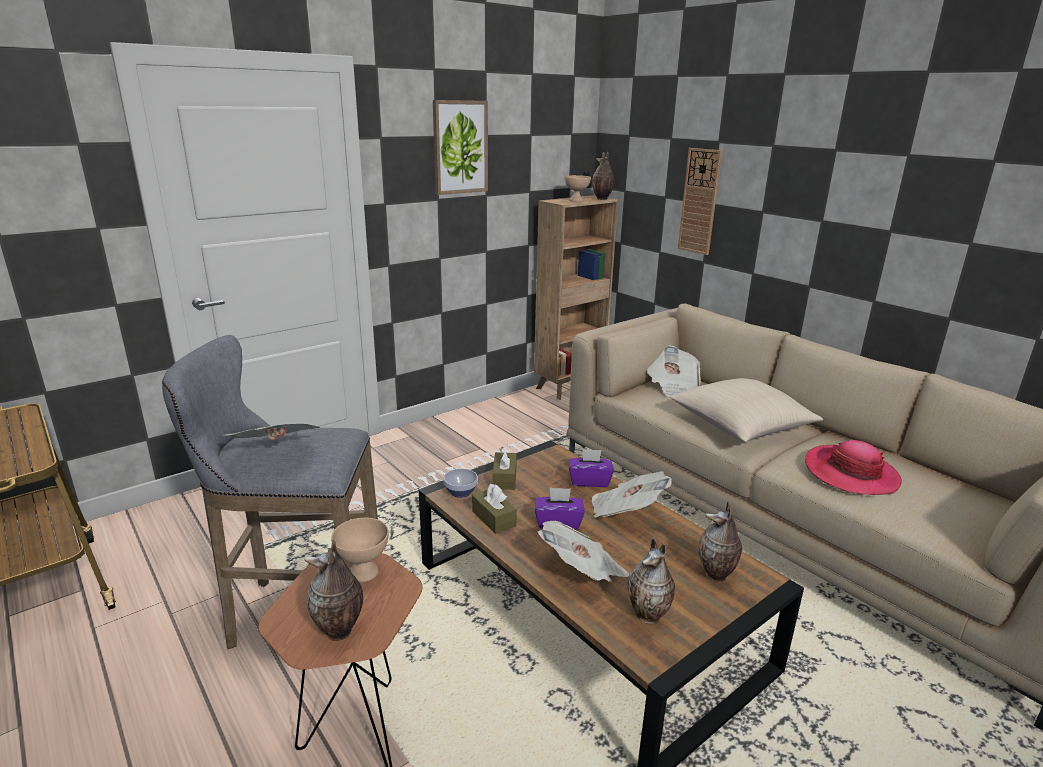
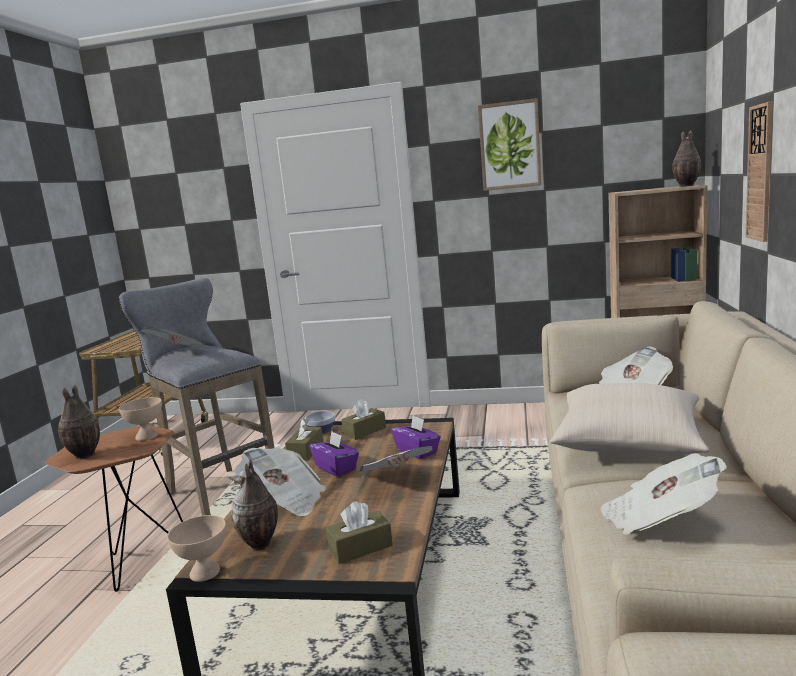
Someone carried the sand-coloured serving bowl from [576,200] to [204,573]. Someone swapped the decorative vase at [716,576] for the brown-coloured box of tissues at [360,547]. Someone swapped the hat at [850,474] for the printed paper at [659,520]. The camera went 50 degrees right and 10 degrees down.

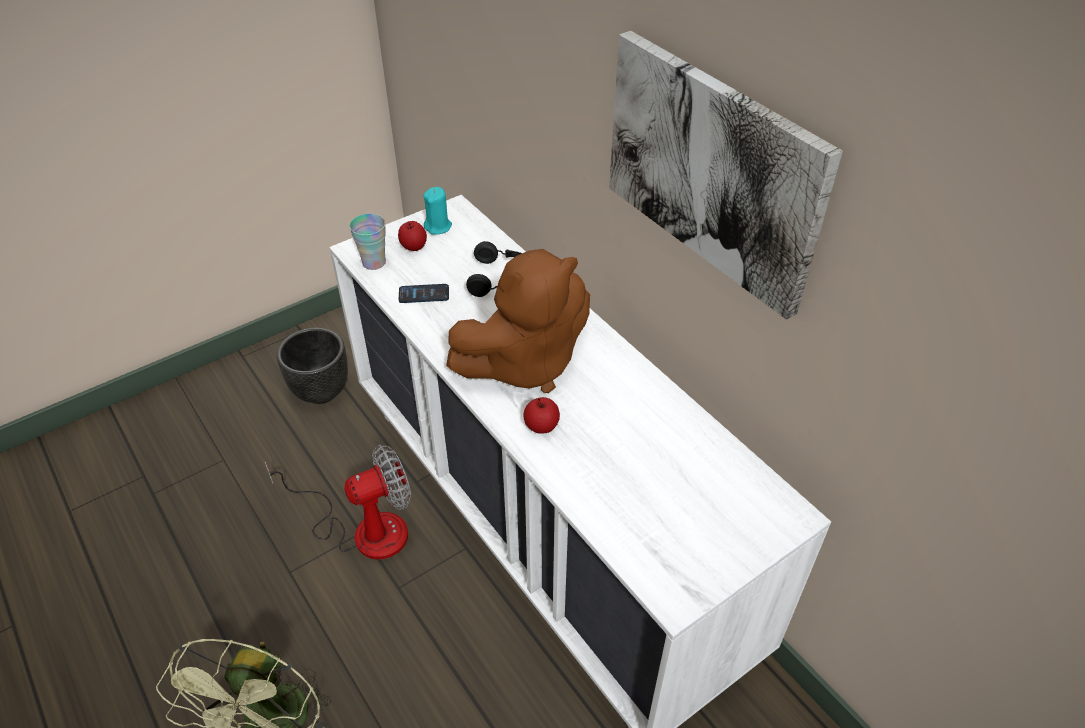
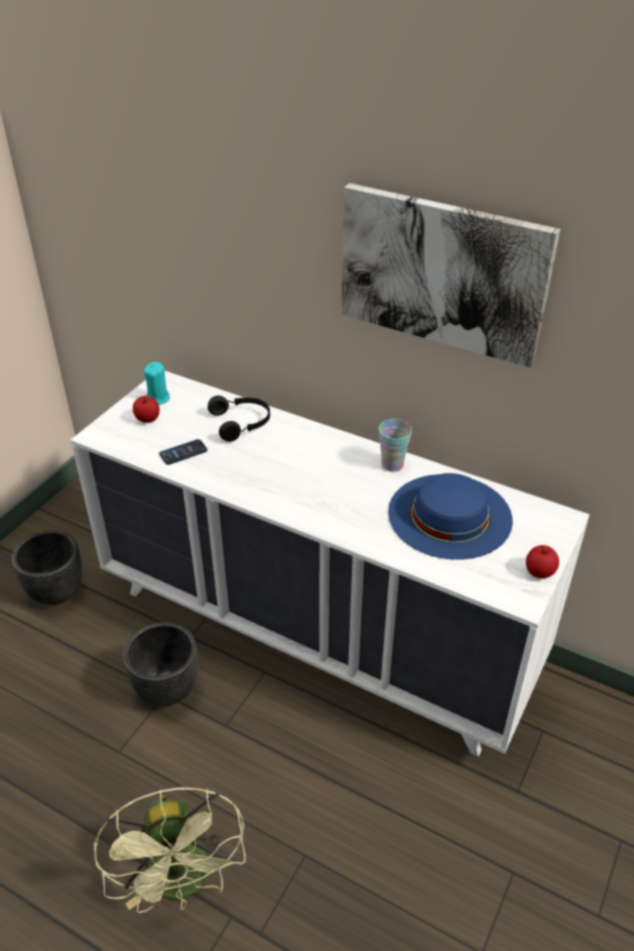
Someone swapped the fan at [364,529] for the blackish flower pot at [166,690]. Someone carried the small cup from [374,262] to [392,464]. Someone put down the bluish hat at [449,515]. Someone carried the apple fruit from [541,426] to [539,572]. Someone took away the brown-coloured soft toy at [525,363]. The camera went 25 degrees left and 5 degrees down.

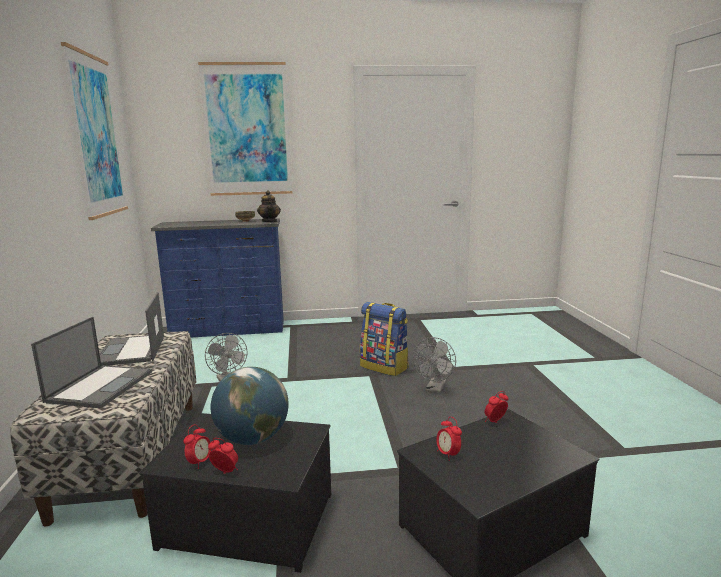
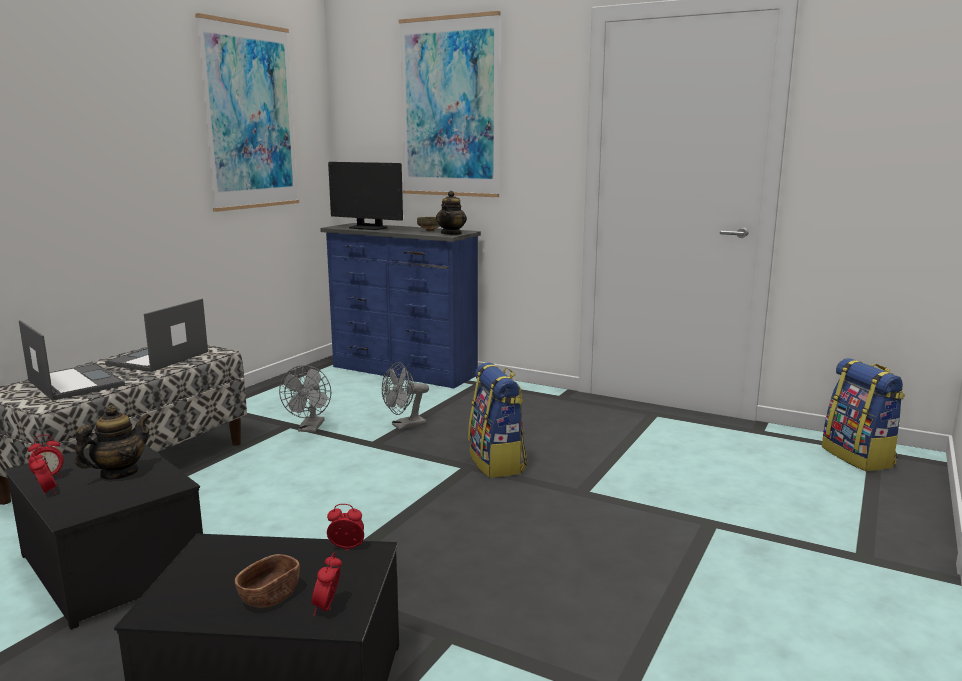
Someone rotated the notebook computer at [101,386] by 90 degrees counterclockwise. Someone swapped the desk globe at [252,439] for the pot for tea at [118,473]. Someone put down the brown-coloured serving bowl at [270,596]. Someone carried the table clock from [448,454] to [328,608]. Someone put down the computer display at [368,228]. Someone carried the greyish fan from [435,389] to [404,426]. Someone put down the rucksack at [859,457]. The camera went 35 degrees right and 0 degrees up.

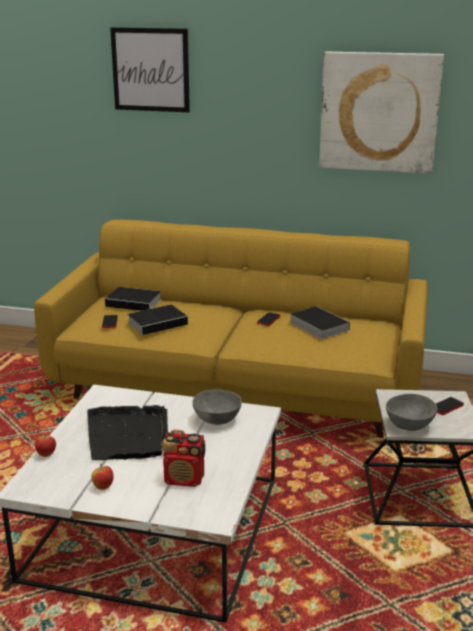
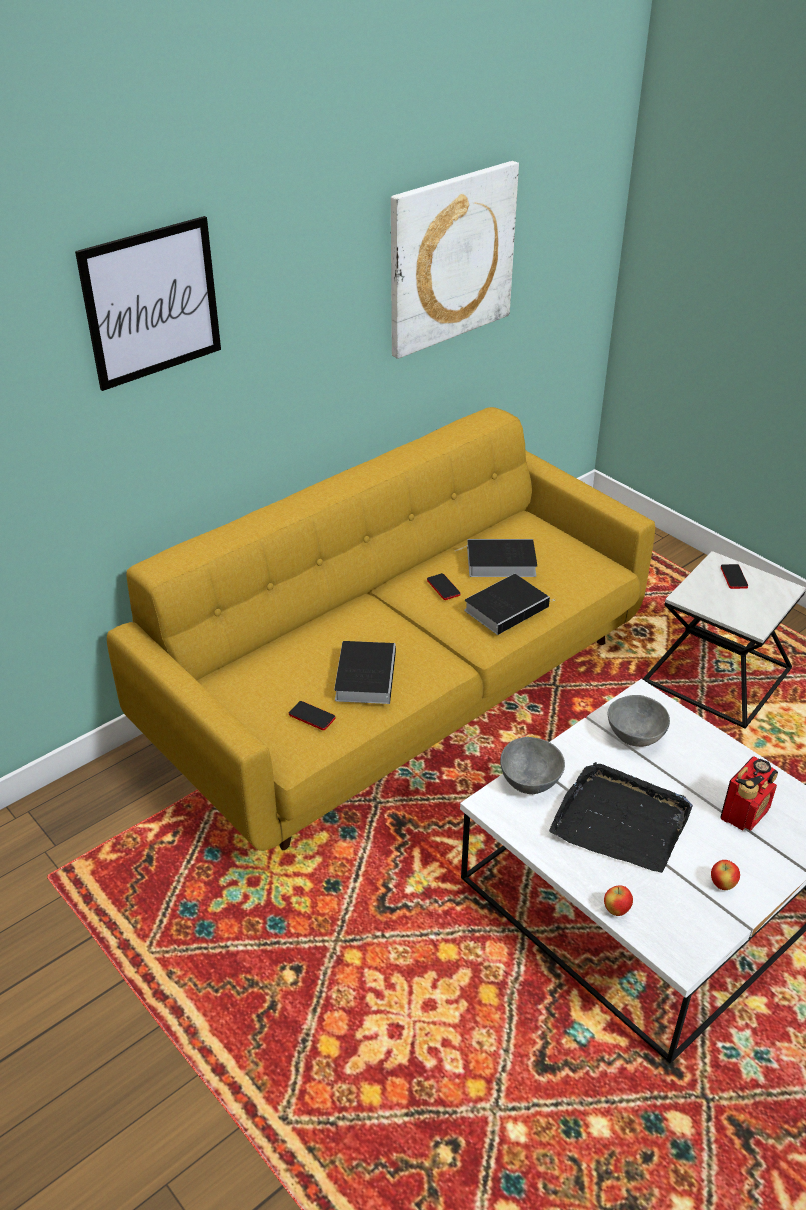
Someone carried the book from [135,303] to [507,607]. Someone carried the greyish serving bowl from [410,426] to [530,780]. The camera went 55 degrees left and 15 degrees up.

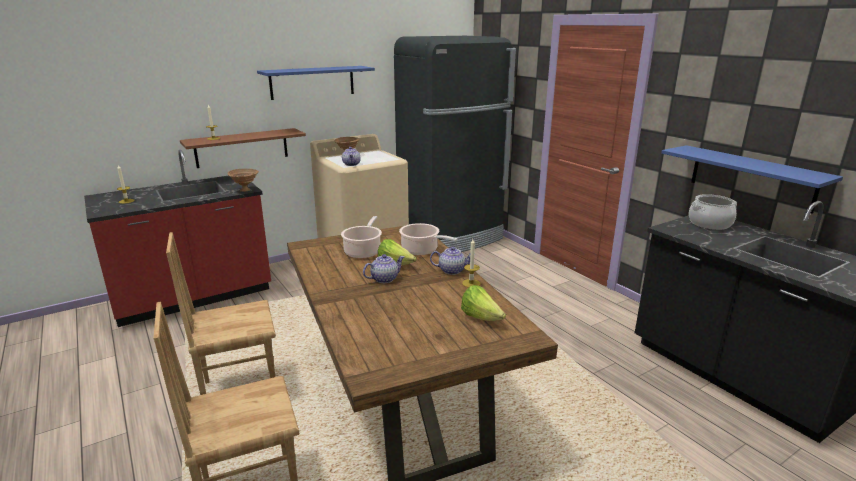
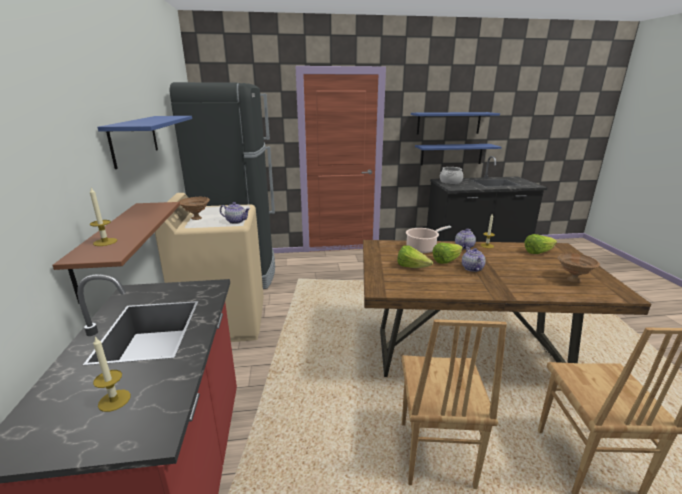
Someone swapped the saucepot at [363,251] for the head of lettuce at [412,267]. Someone put up the bluish bracket shelf at [448,123]. Someone carried the brown-coloured serving bowl from [245,190] to [572,280]. The camera went 65 degrees left and 0 degrees up.

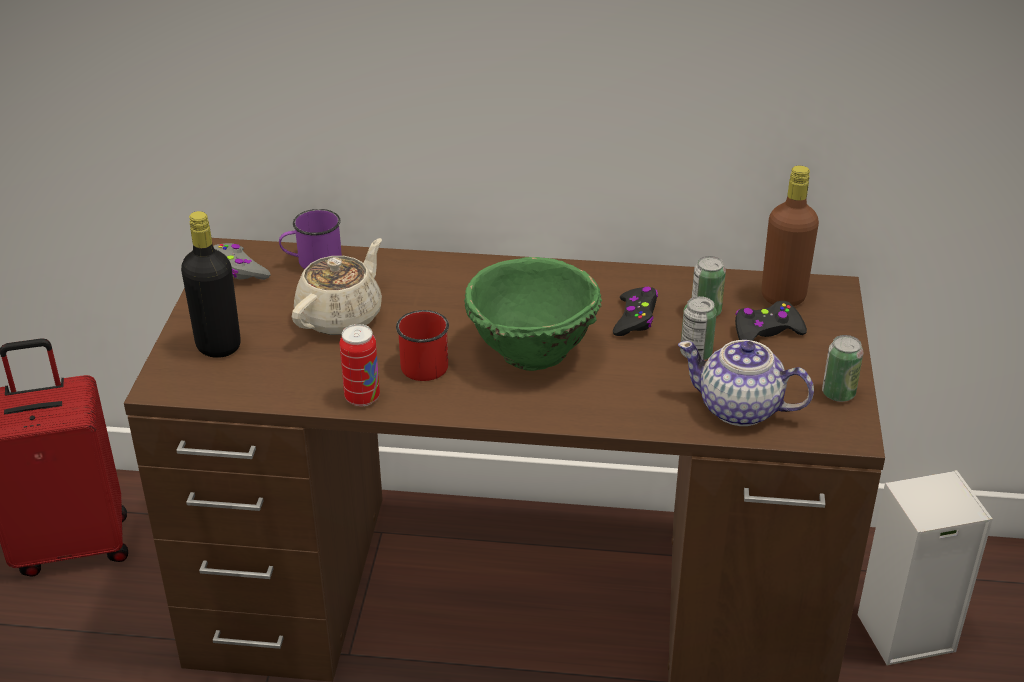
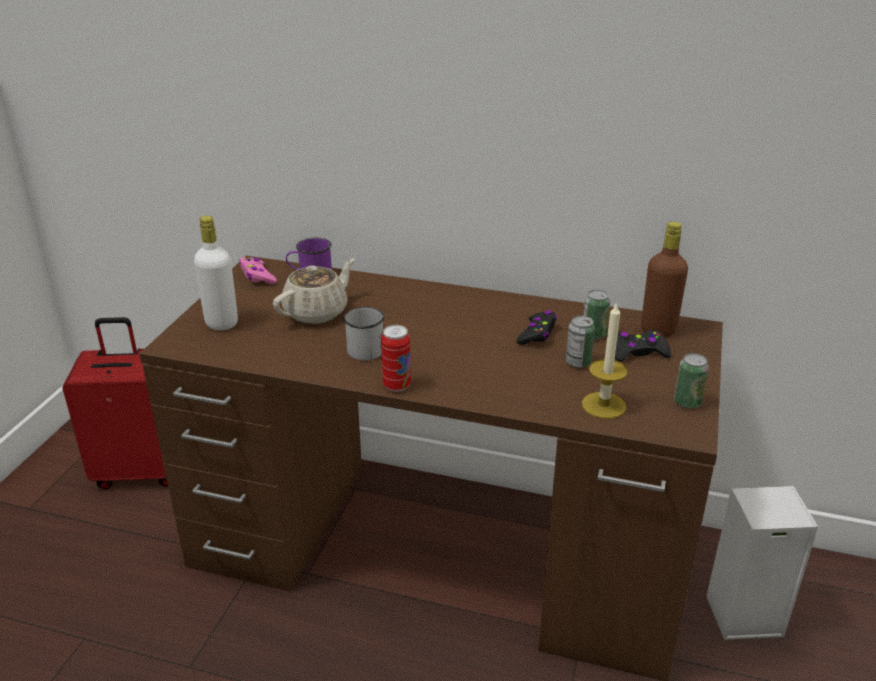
Someone repainted the blackish bottle at [218,346], which became the whitish bottle at [221,323]. Someone repainted the greyish gamepad at [240,269], which became the pinkish gamepad at [257,276]. Someone repainted the reddish tea mug at [421,362], which became the whitish tea mug at [364,348]. Someone carried the can from [362,398] to [396,385]. Someone swapped the pot for tea at [740,409] for the wax light at [603,405]. Someone took away the green serving bowl at [531,352]. The camera went 10 degrees right and 5 degrees down.

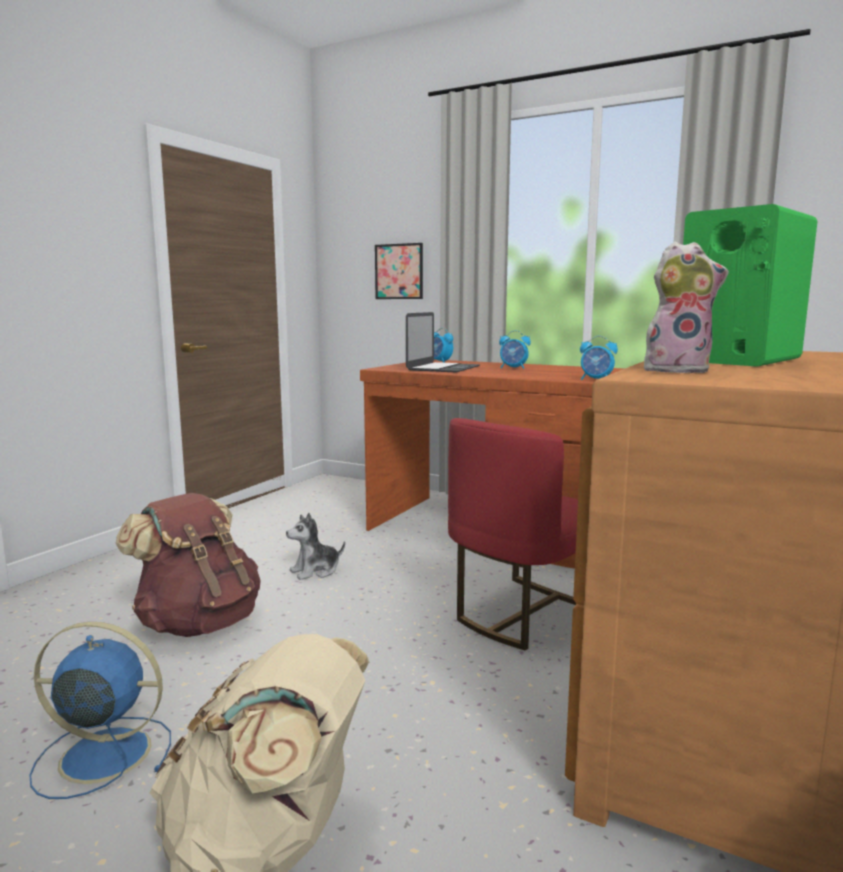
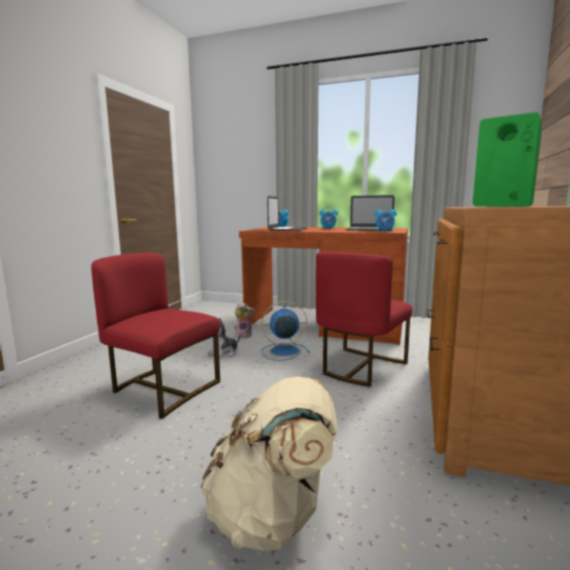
Someone swapped the brown-coloured rucksack at [198,623] for the reddish upright chair at [163,389]. Someone carried the soft toy from [677,370] to [243,336]. Someone carried the bluish fan from [101,754] to [283,351]. Someone put down the notebook computer at [369,229]. Someone took away the wall picture at [399,271]. The camera went 10 degrees left and 0 degrees up.

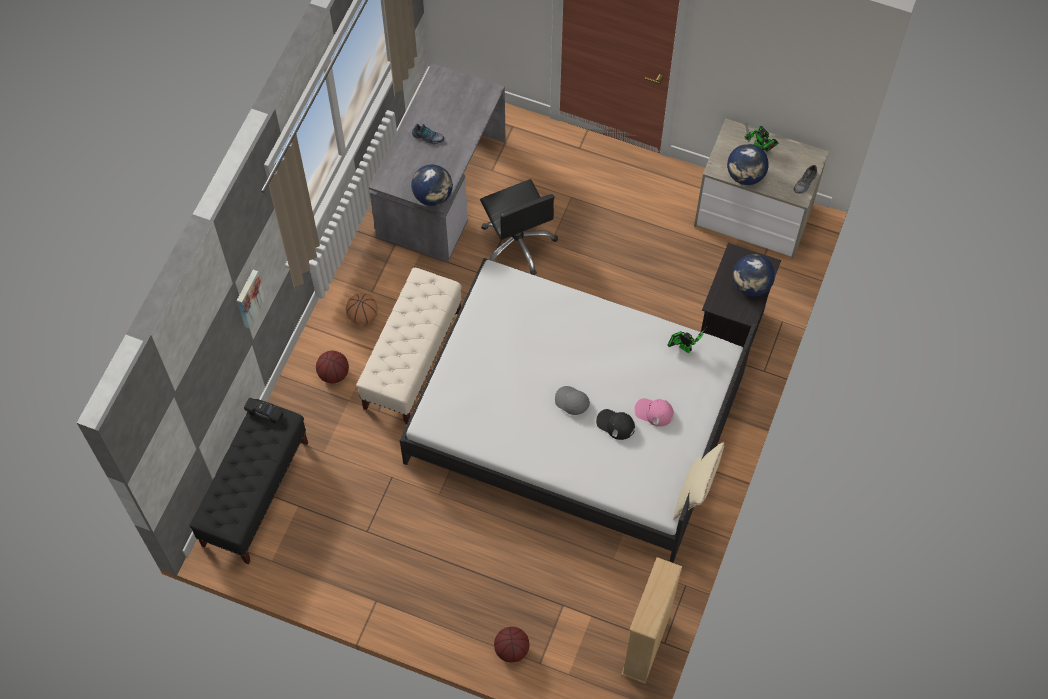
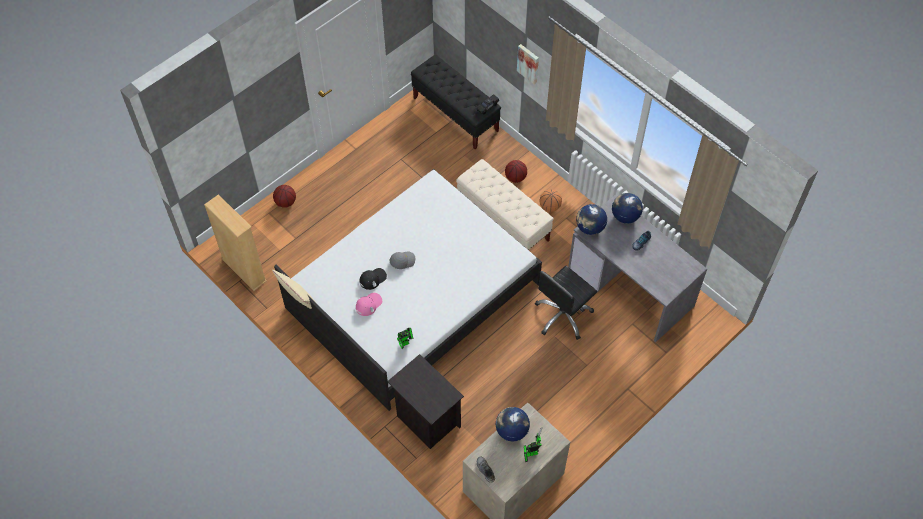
Someone rotated the blackish desk chair at [517,243] by 45 degrees counterclockwise. Someone carried the desk globe from [751,285] to [625,216]. The camera went 115 degrees right and 5 degrees down.

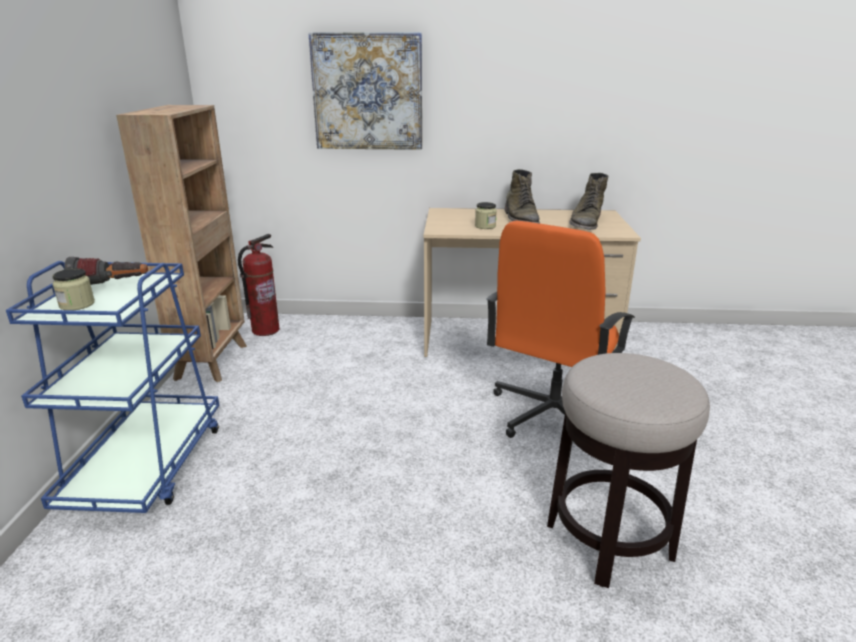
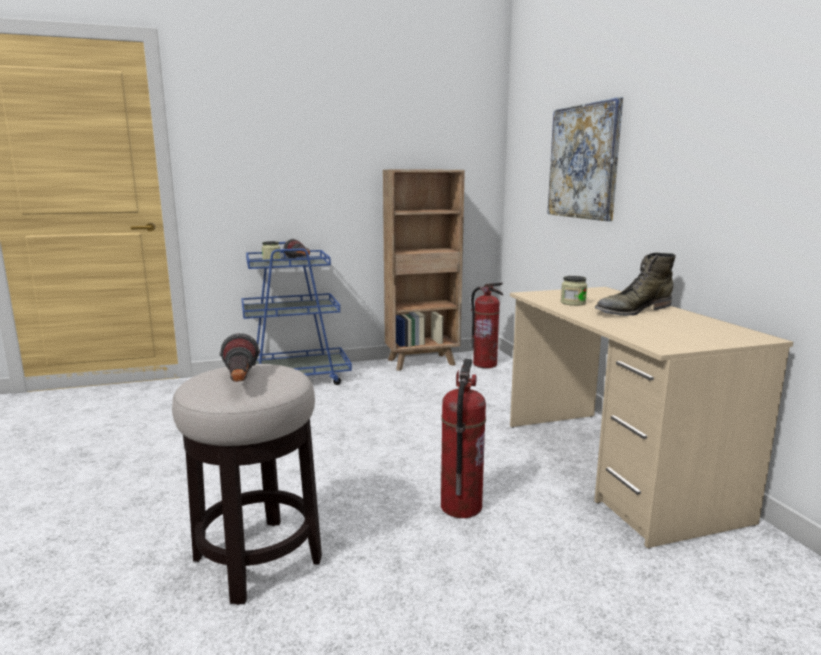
Someone put down the flashlight at [240,382]. Someone swapped the orange-coloured desk chair at [551,414] for the fire extinguisher at [461,507]. Someone took away the green tall boot at [586,222]. The camera went 70 degrees right and 10 degrees down.

